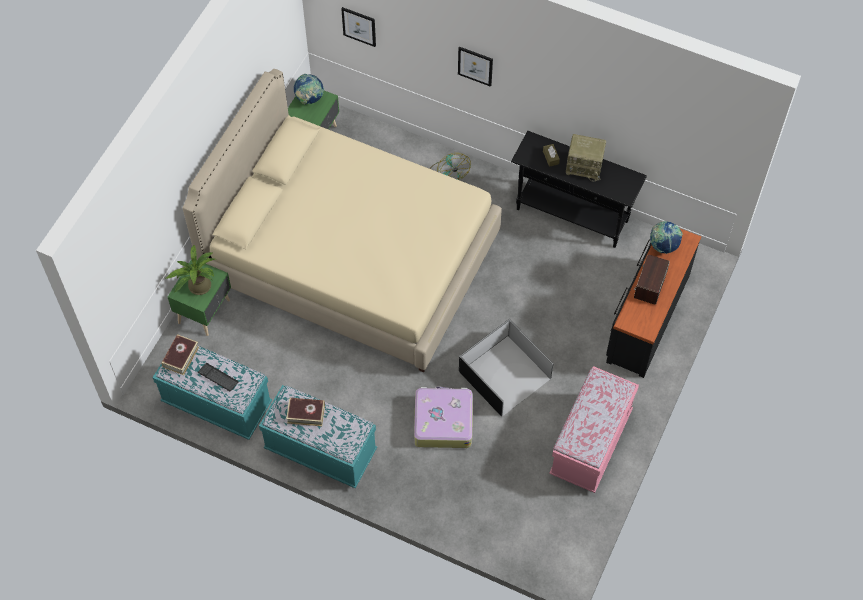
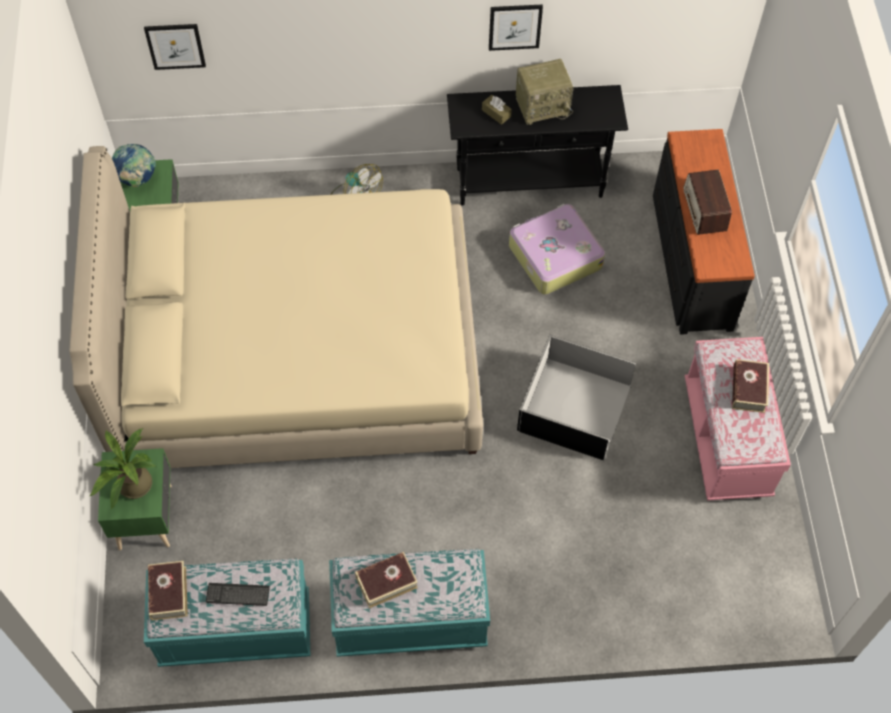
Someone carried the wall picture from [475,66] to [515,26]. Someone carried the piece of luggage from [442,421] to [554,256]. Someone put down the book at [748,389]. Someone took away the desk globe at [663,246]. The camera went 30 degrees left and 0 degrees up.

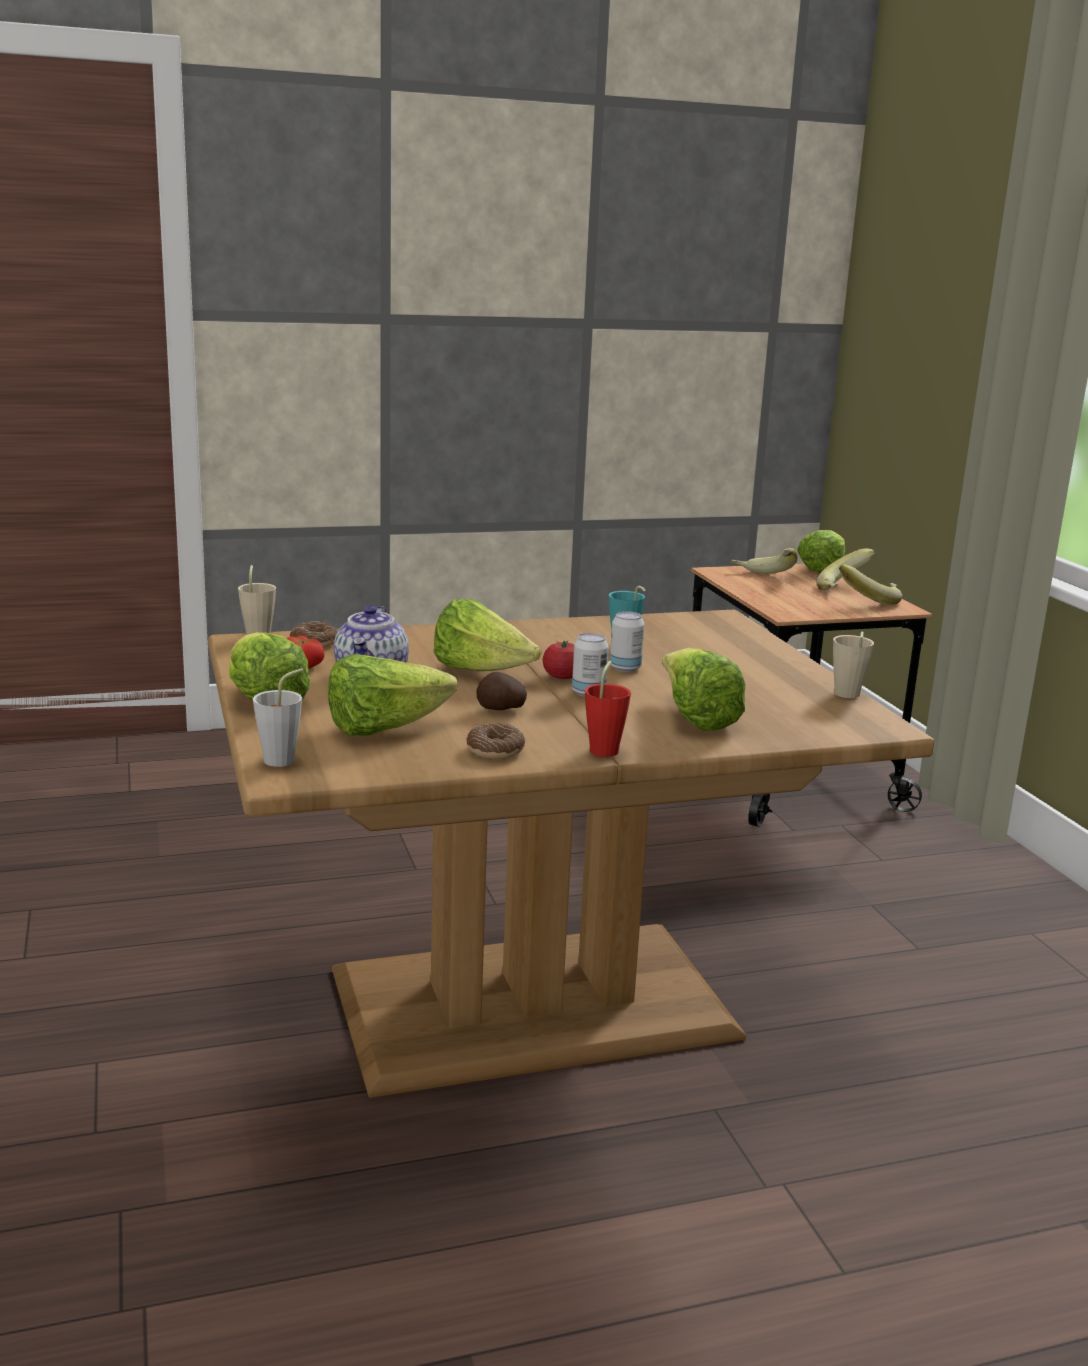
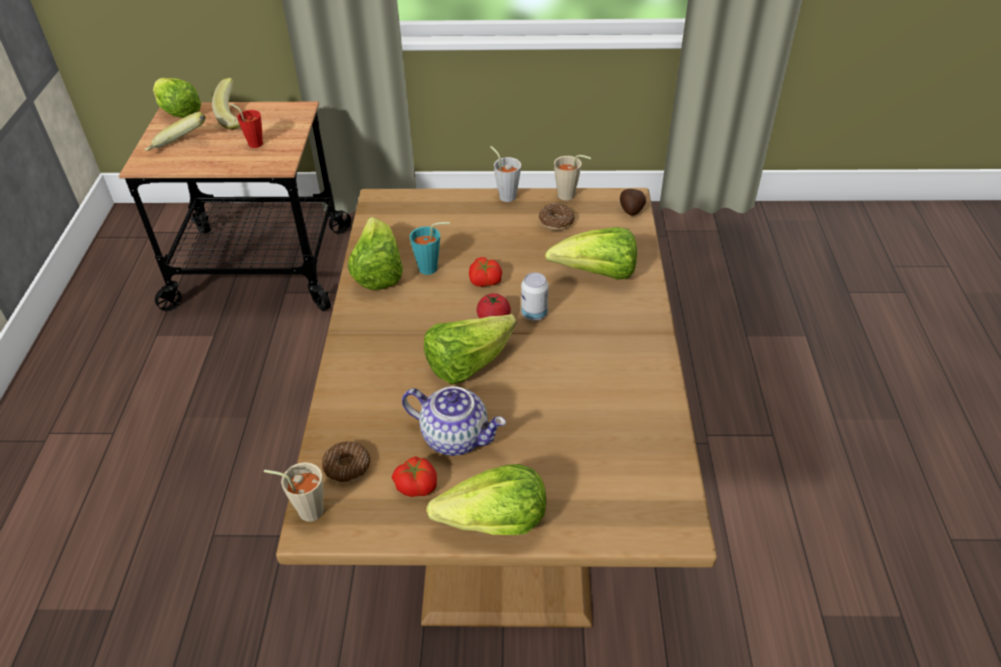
Someone carried the reddish small cup from [605,748] to [253,143]. Someone carried the head of lettuce from [384,729] to [378,272]. Someone swapped the can at [625,668] for the fresh tomato at [484,281]. Someone carried the greyish small cup from [285,758] to [505,195]. Someone carried the ring doughnut from [495,751] to [556,222]. Someone carried the whole potato from [500,709] to [631,210]. Someone took away the whole banana at [869,601]. The camera went 70 degrees left and 25 degrees up.

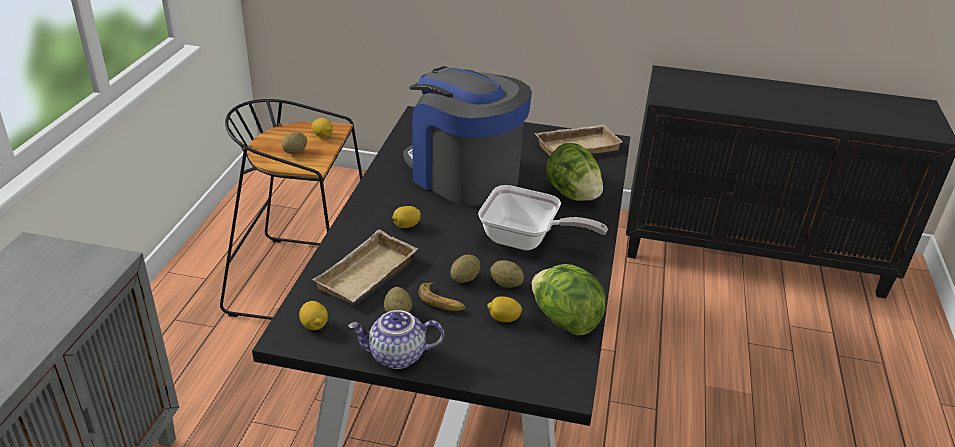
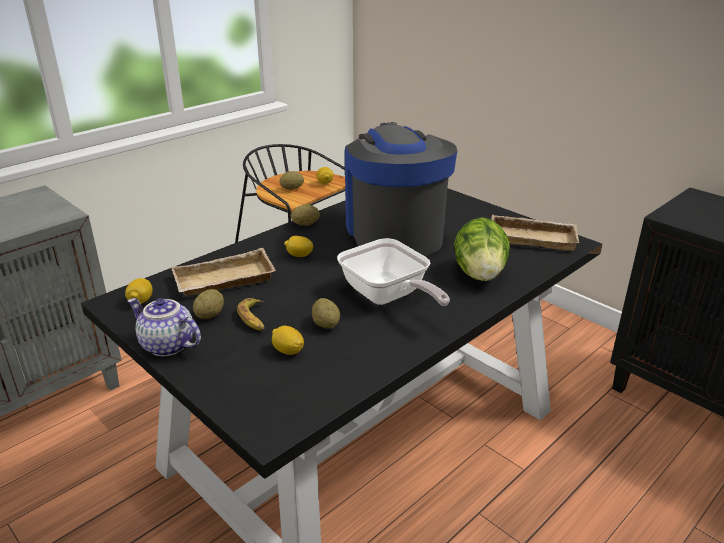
Someone carried the whole potato from [464,278] to [305,224]. Someone took away the head of lettuce at [564,320]. The camera went 35 degrees right and 5 degrees down.

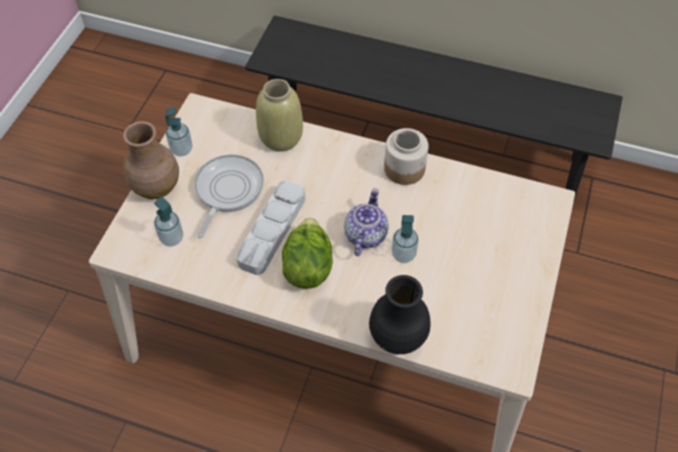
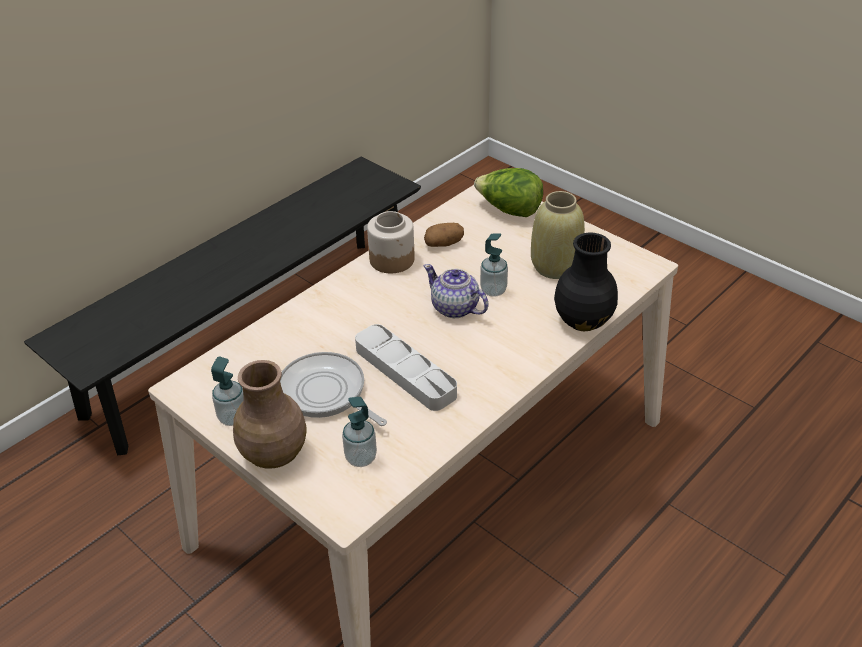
Someone put down the whole potato at [444,244]. Someone carried the head of lettuce from [307,266] to [509,211]. Someone carried the sand-coloured decorative vase from [280,138] to [554,267]. The camera went 65 degrees left and 15 degrees down.

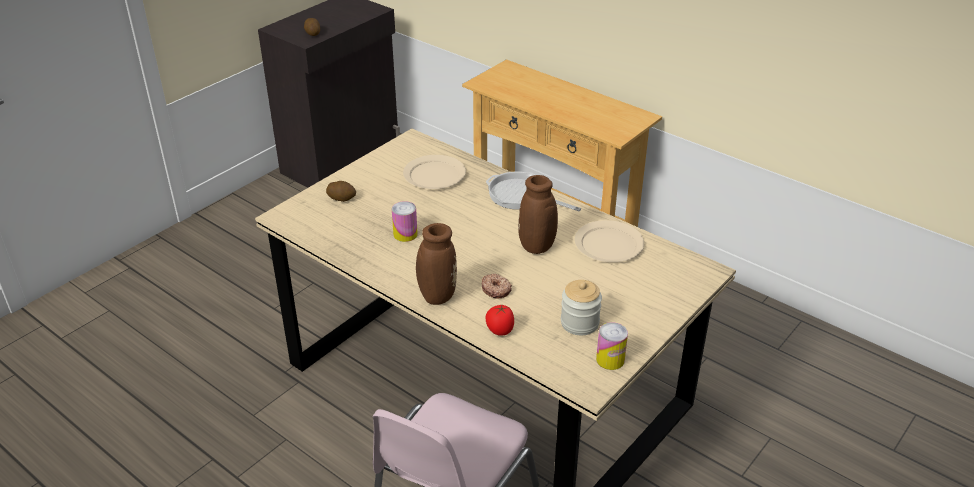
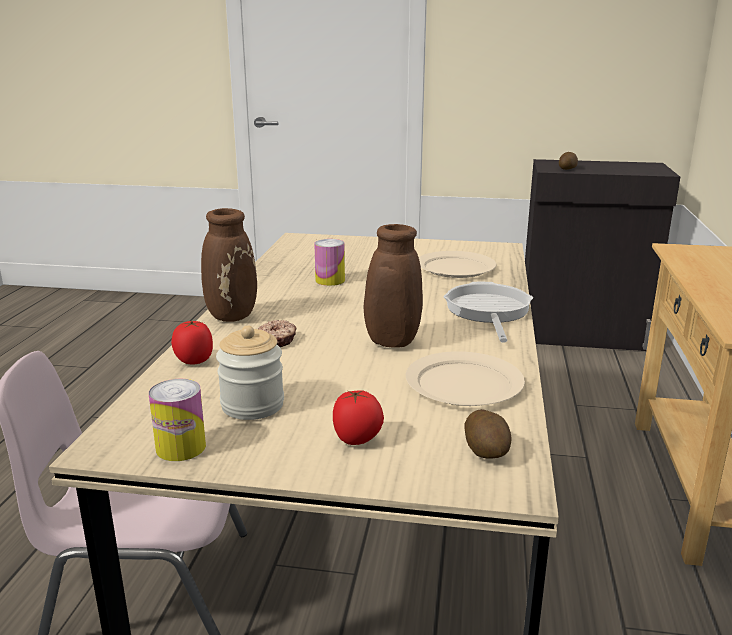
Someone put down the fresh tomato at [357,439]. Someone carried the whole potato from [342,198] to [487,451]. The camera went 60 degrees right and 15 degrees down.

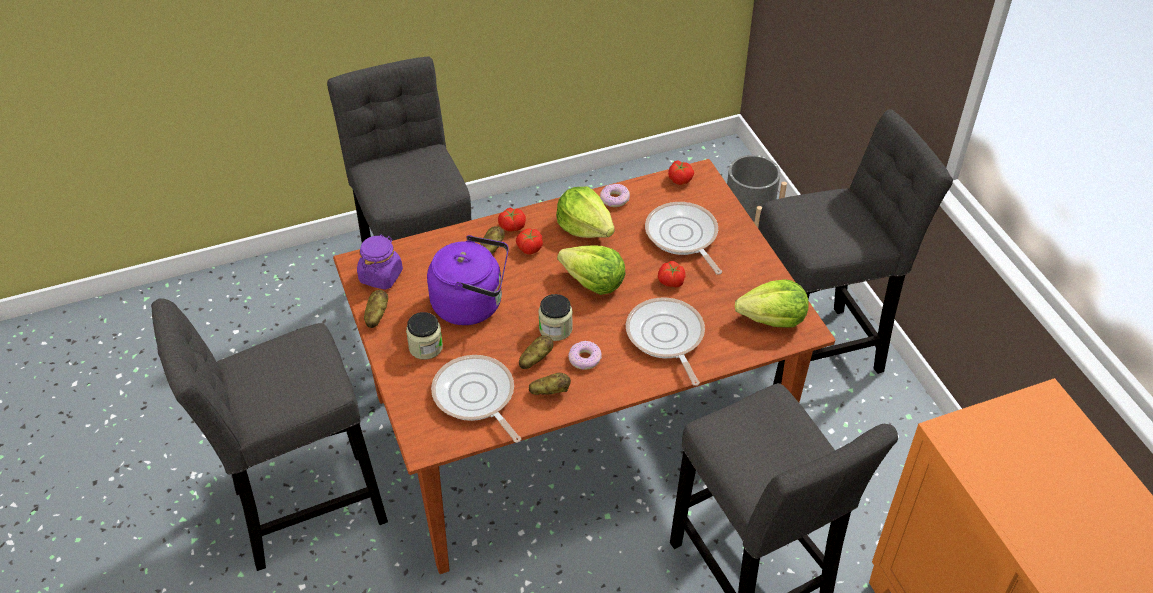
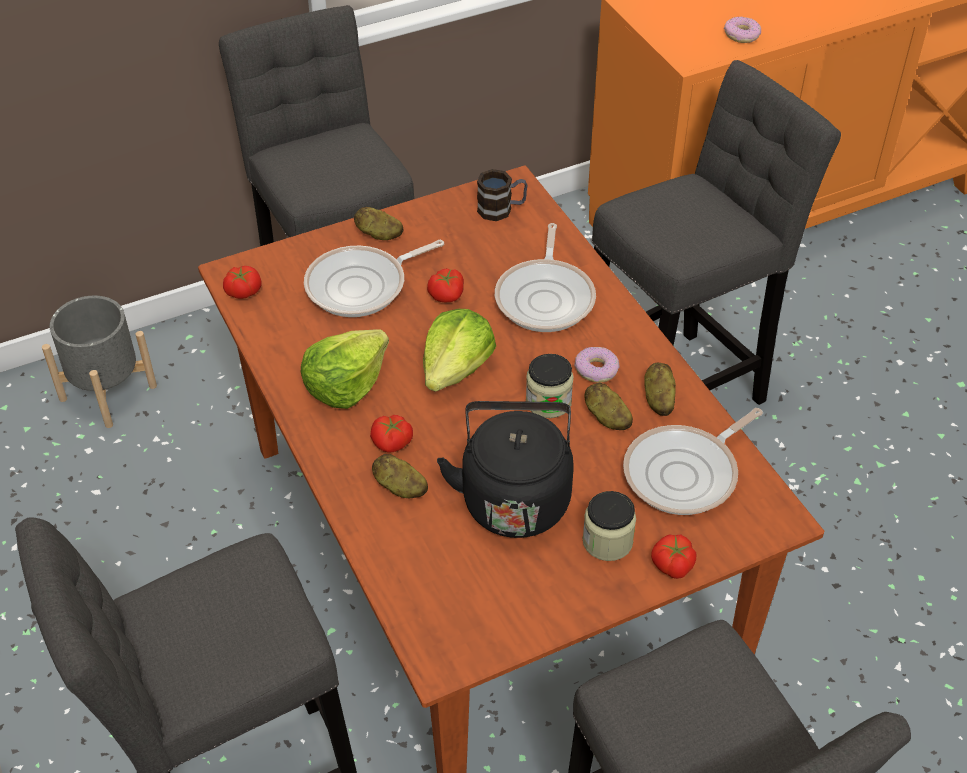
Someone carried the whole potato from [376,316] to [379,234]. Someone repainted the purple tea kettle at [472,304], which became the blackish tea kettle at [514,497]. Someone swapped the head of lettuce at [773,319] for the tea mug at [502,209]. Someone rotated the pan at [666,337] by 60 degrees counterclockwise. Someone carried the fresh tomato from [512,226] to [672,565]. Someone carried the ring doughnut from [615,199] to [742,35]. Someone took away the purple preserve jar at [381,276]. The camera went 95 degrees left and 0 degrees up.

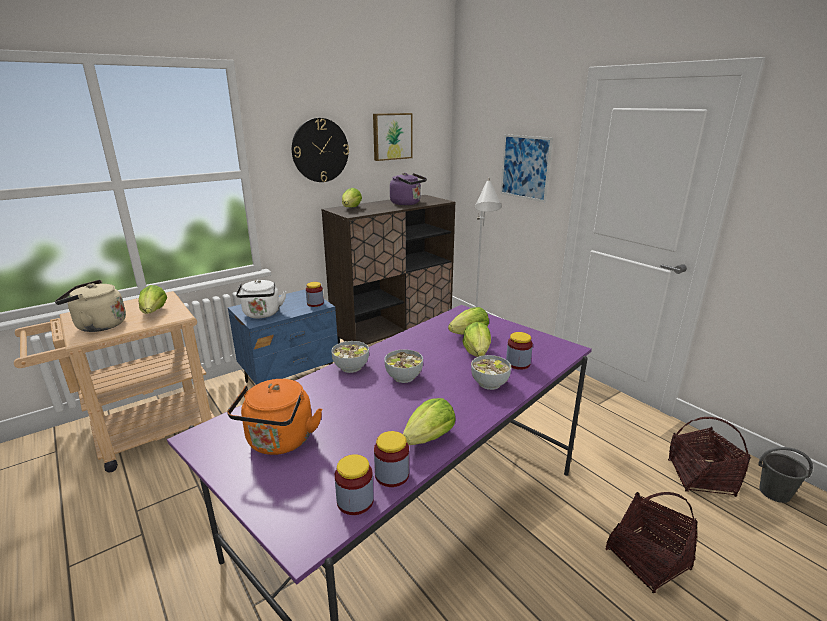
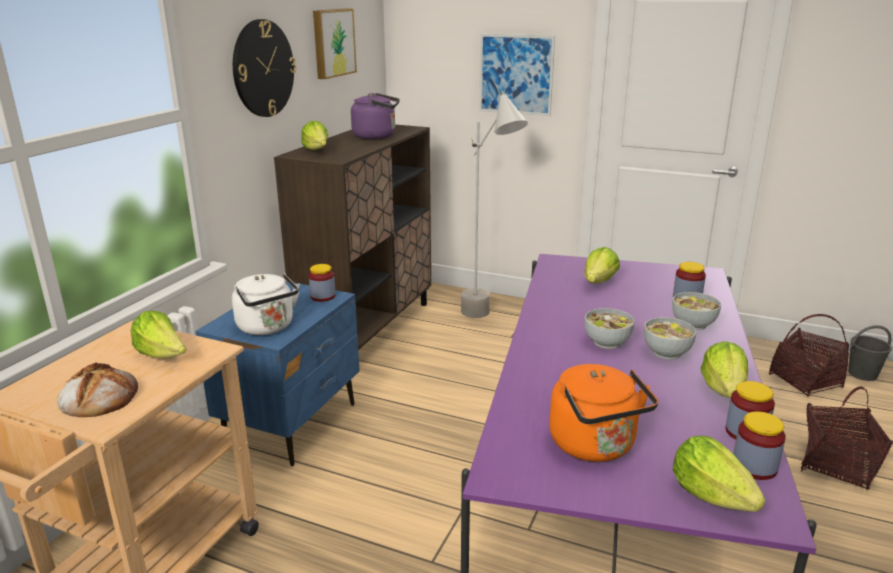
Someone swapped the sand-coloured tea kettle at [98,326] for the bread at [99,397]. Someone carried the serving bowl from [351,367] to [666,352]. Someone carried the head of lettuce from [477,353] to [711,495]. The camera went 30 degrees left and 0 degrees up.

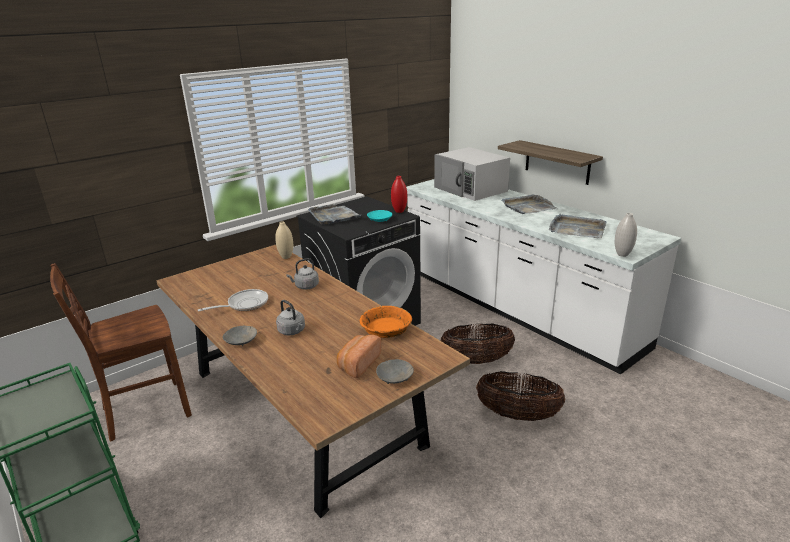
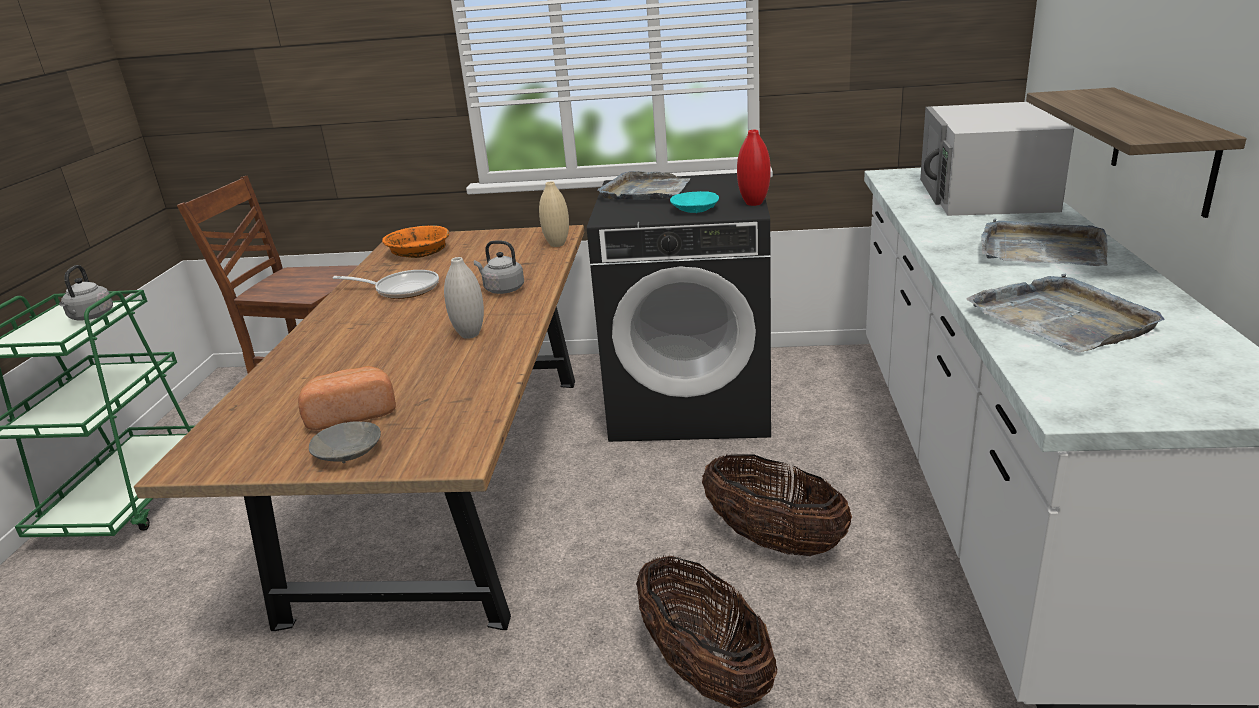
Someone carried the greyish tea kettle from [292,331] to [90,317]. Someone carried the orange-coloured serving bowl from [386,330] to [419,252]. Someone carried the whitish decorative vase from [622,254] to [470,335]. Someone took away the greyish serving bowl at [241,341]. The camera went 45 degrees right and 0 degrees up.

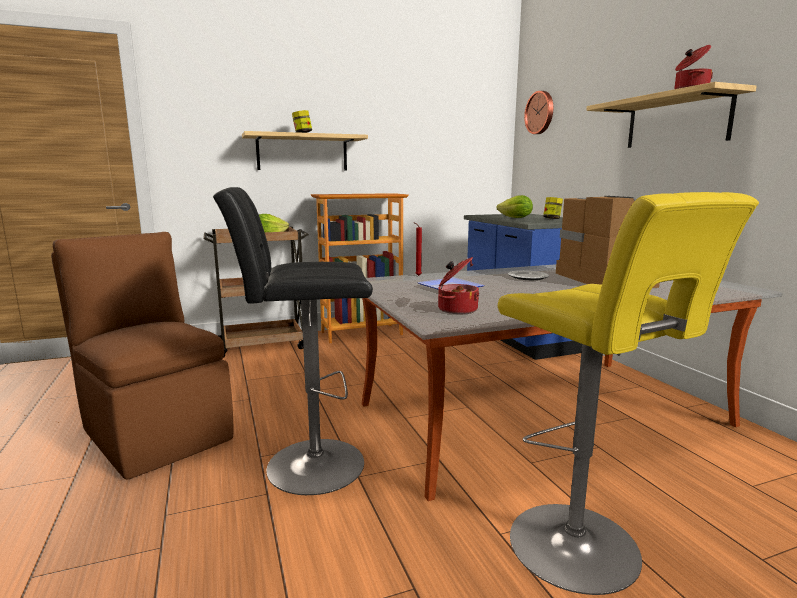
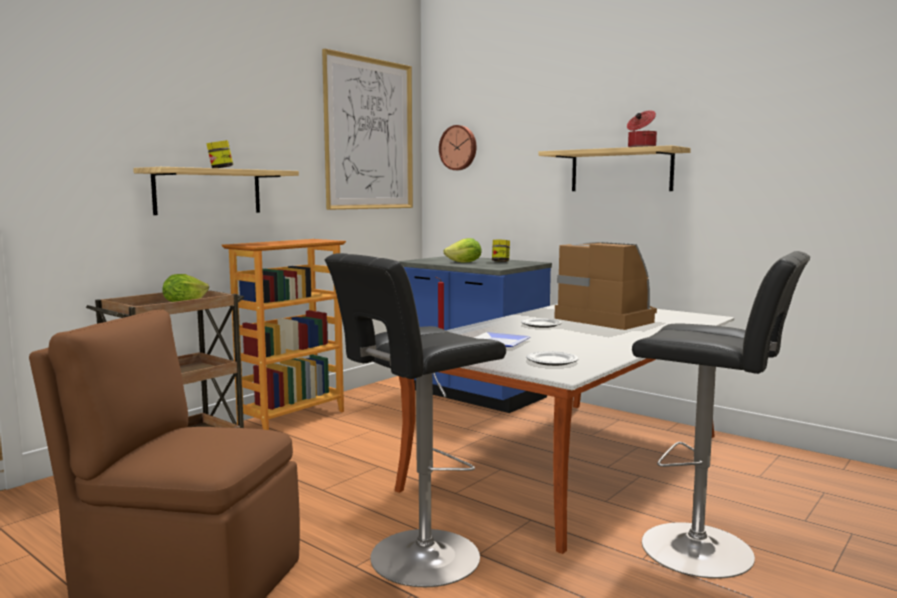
Someone put up the wall picture at [369,134]. Someone swapped the saucepot at [456,309] for the flat dish at [551,361]. Someone repainted the yellow-coloured sitting stool at [581,551], which became the blackish sitting stool at [705,551]. The camera went 30 degrees left and 5 degrees down.

